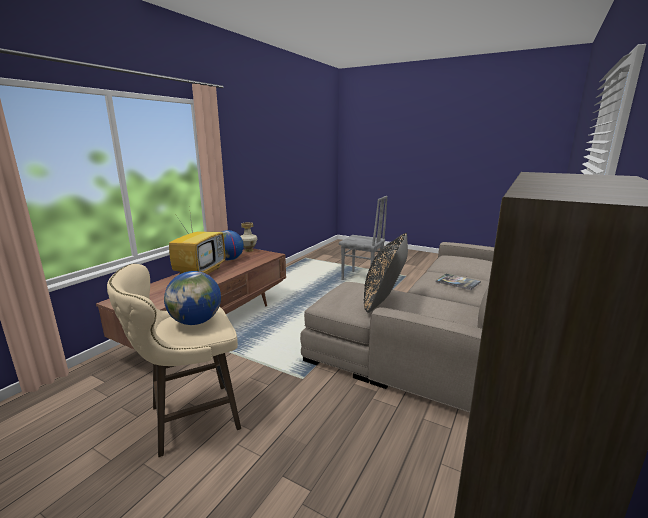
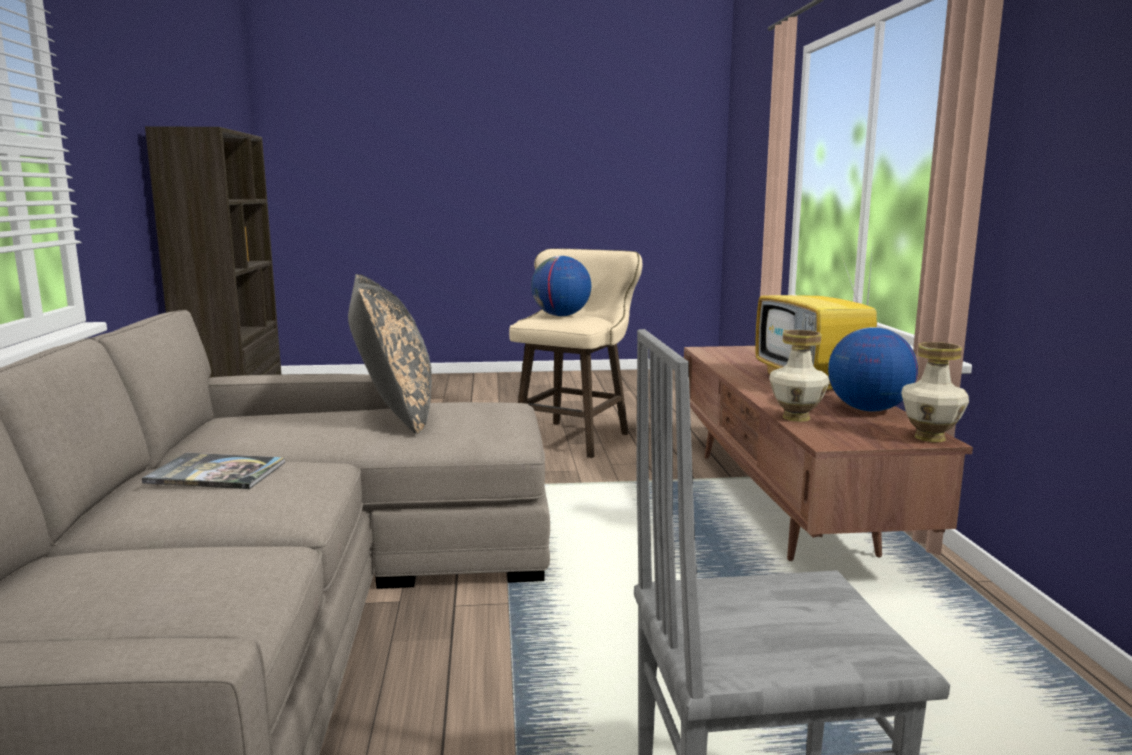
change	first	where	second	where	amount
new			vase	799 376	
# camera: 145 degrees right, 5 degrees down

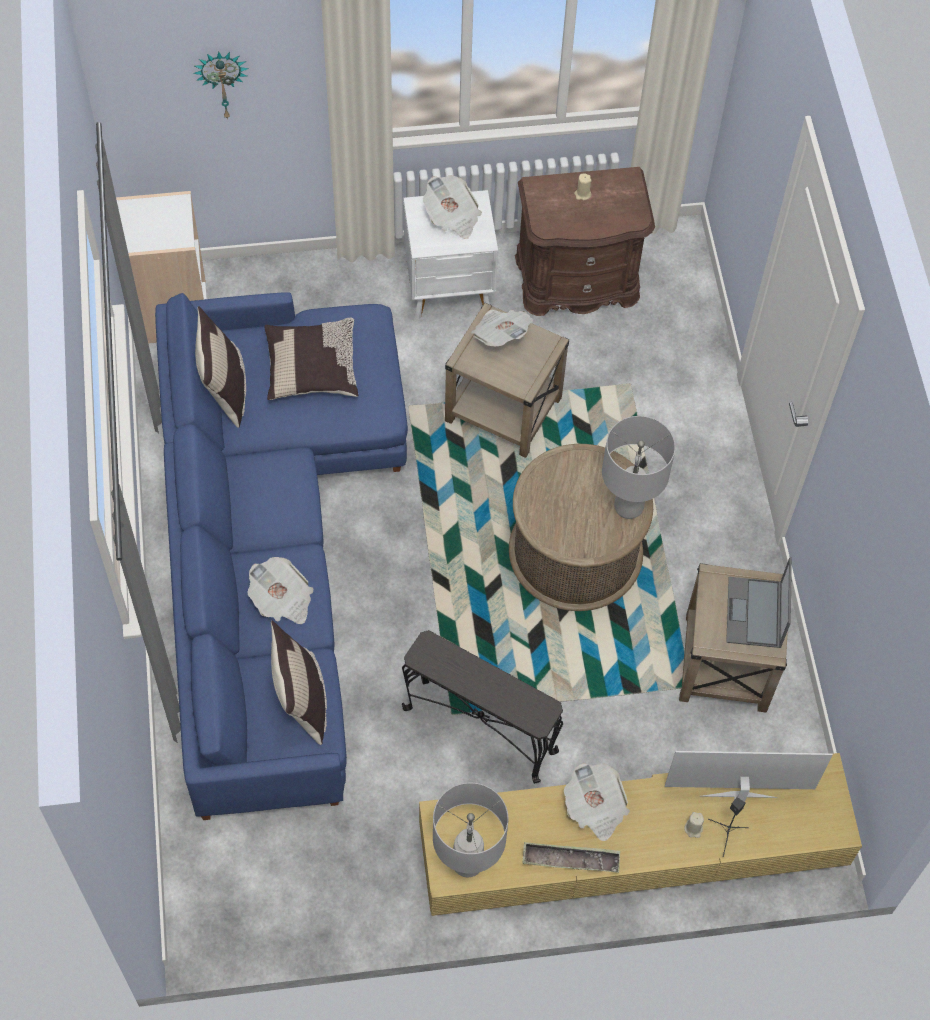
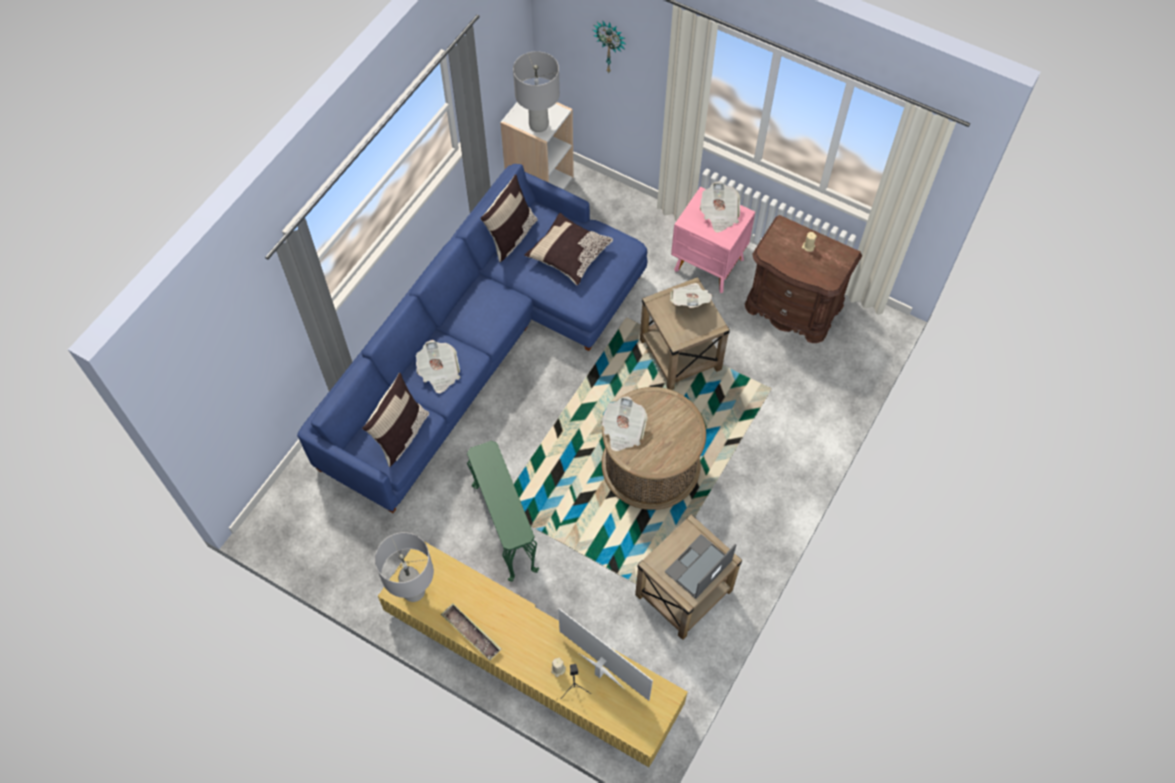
change	first	where	second	where	amount
repainted	accent table (black-coloured)	482 707	accent table (green)	503 511	
shifted	lamp for a table (gray)	638 467		536 91	
shifted	daily paper	597 802		624 424	
repainted	nightstand (whitish)	450 255	nightstand (pink-coloured)	713 240	
# camera: 40 degrees right, 0 degrees up

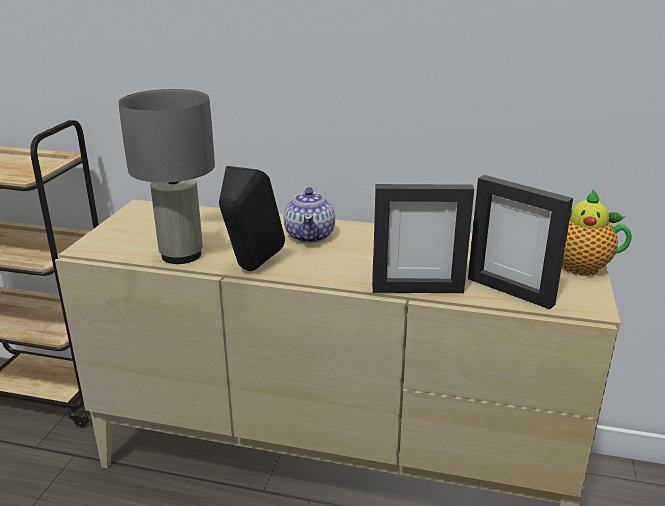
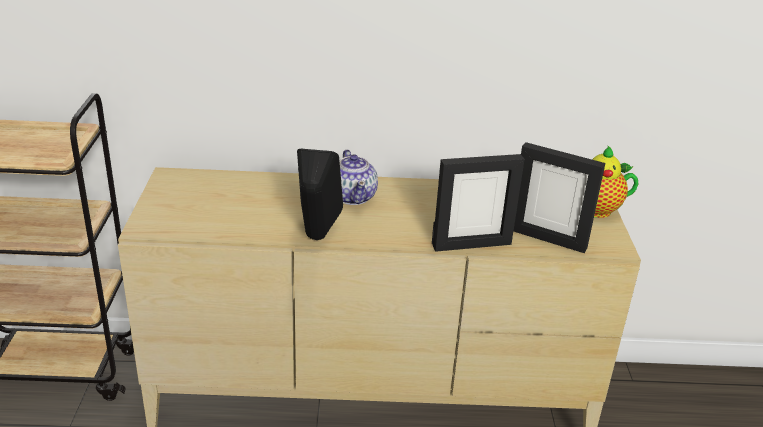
change	first	where	second	where	amount
gone	lamp for a table (gray)	166 176			
# camera: 15 degrees left, 5 degrees up

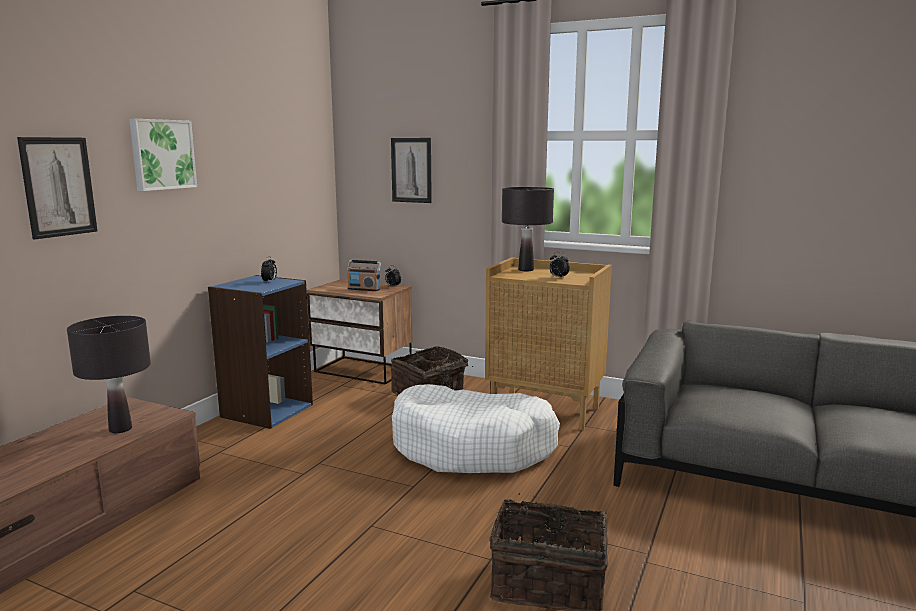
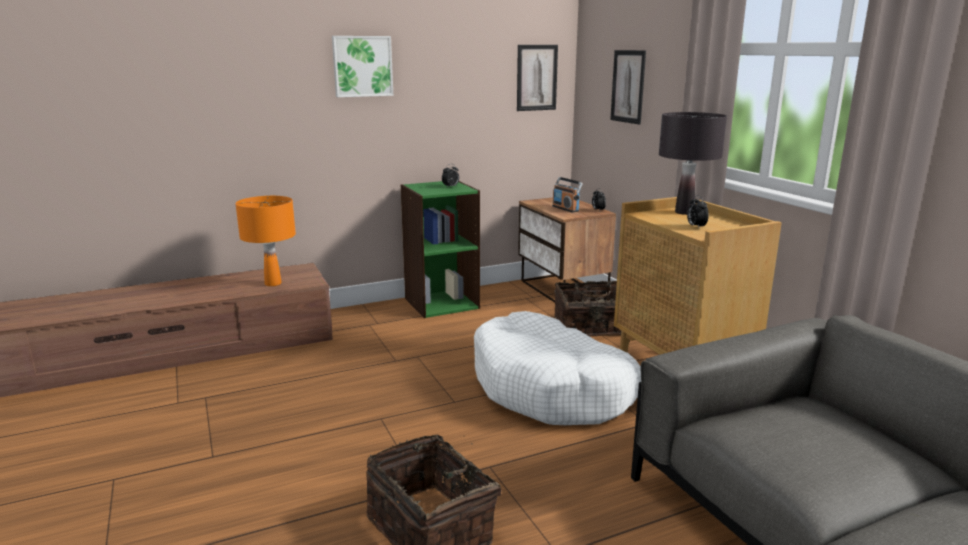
change	first	where	second	where	amount
repainted	lamp for a table (black-coloured)	109 374	lamp for a table (orange-coloured)	265 241	
repainted	bookcase (blue)	260 352	bookcase (green)	440 249	
shifted	wall art	57 188		537 78	
# camera: 40 degrees right, 5 degrees up

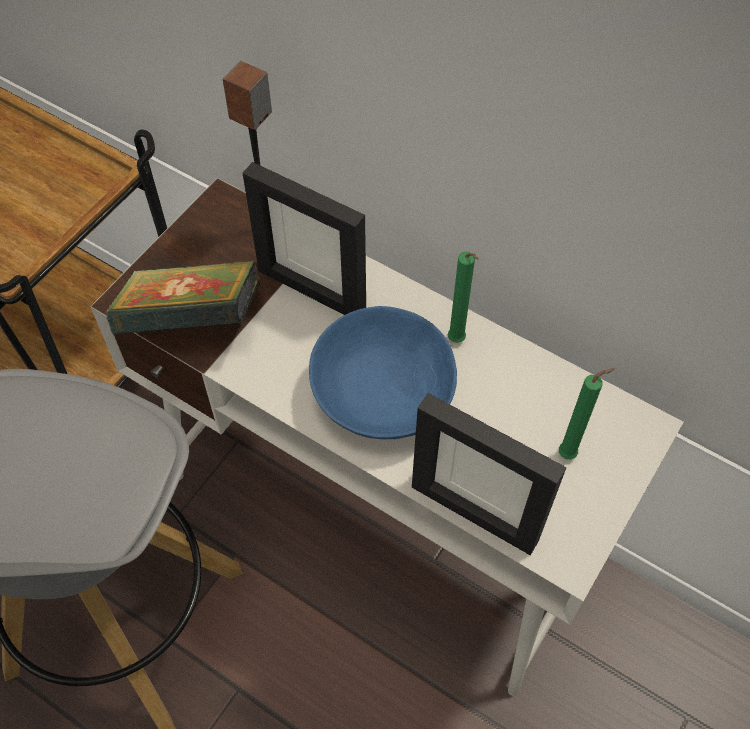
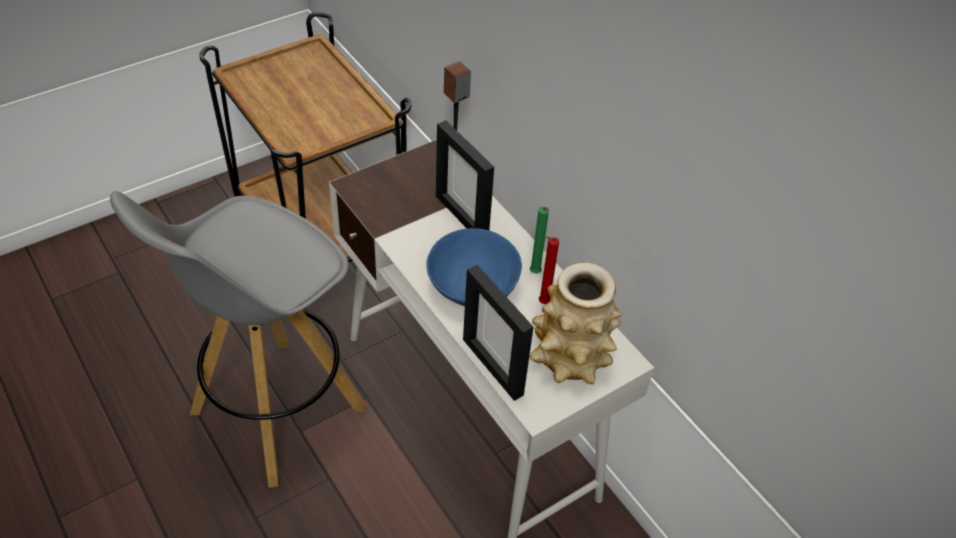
change	first	where	second	where	amount
swapped	wax candle (green)	587 413	vase	576 323	
new			wax candle (red-coloured)	549 270	
gone	book	183 297			
# camera: 20 degrees right, 10 degrees down

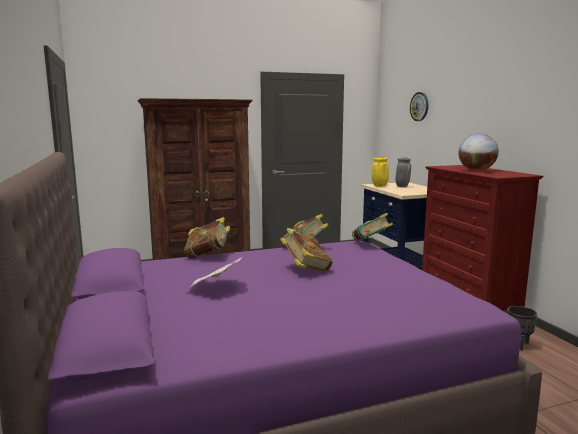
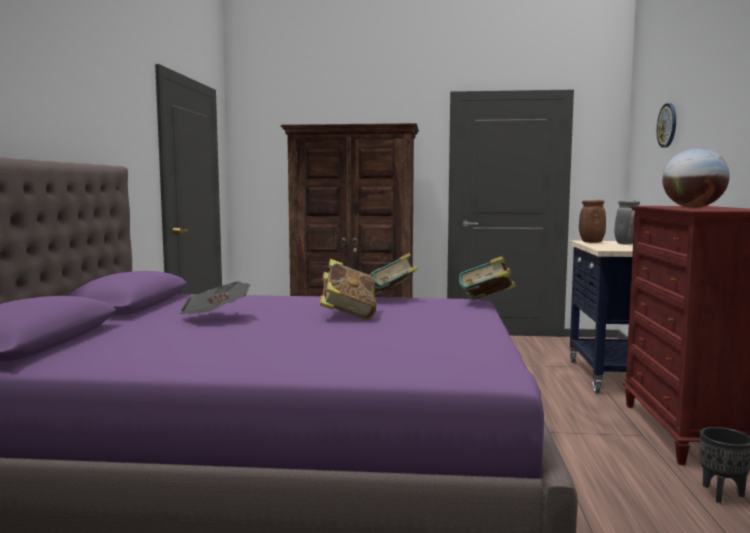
change	first	where	second	where	amount
repainted	vase (yellowish)	380 172	vase (brown-coloured)	592 221	
gone	book	207 238			
# camera: 25 degrees right, 5 degrees down

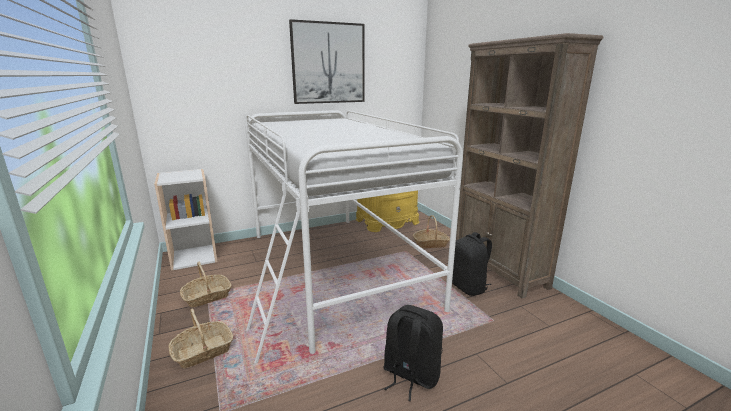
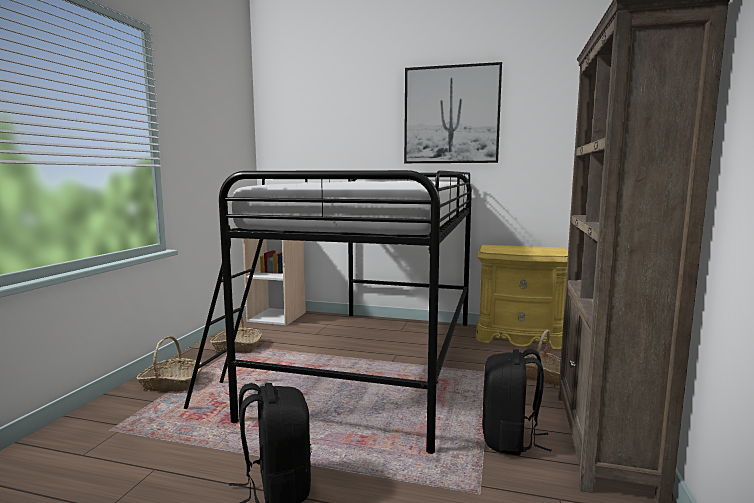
change	first	where	second	where	amount
repainted	sleeping bed (whitish)	354 237	sleeping bed (black-coloured)	328 312	
# camera: 40 degrees right, 10 degrees down

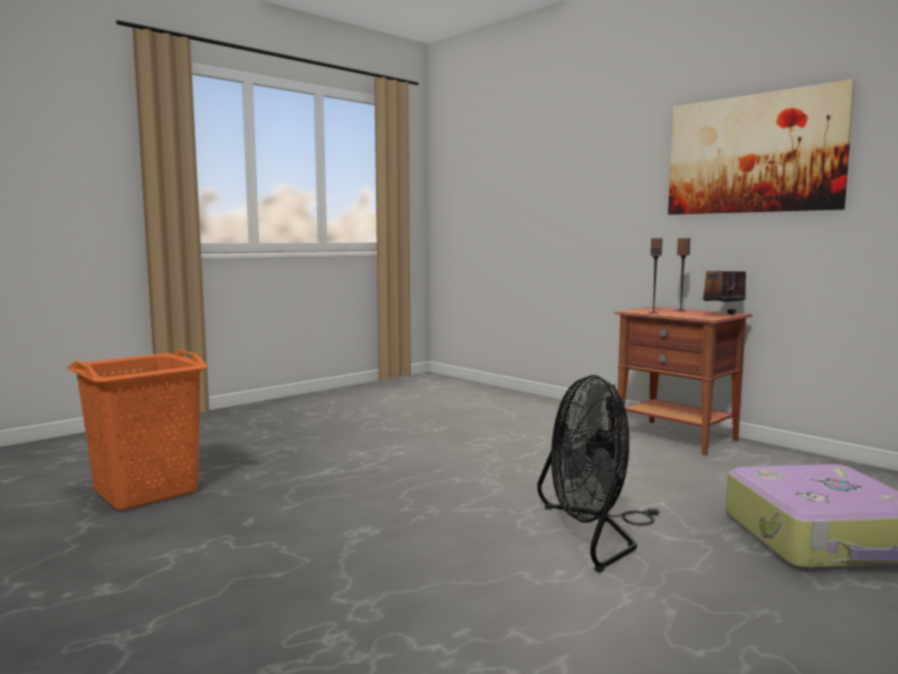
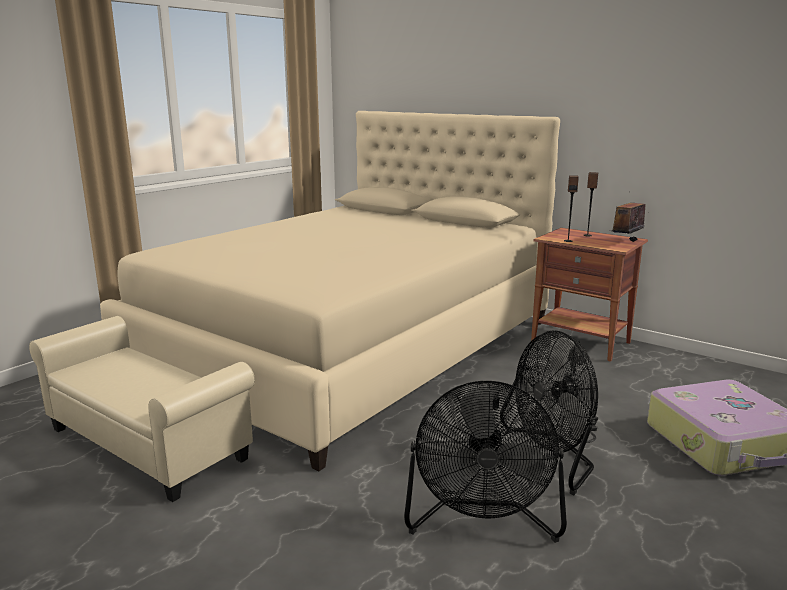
change	first	where	second	where	amount
swapped	laundry basket (orange-coloured)	138 429	pouffe (beige)	142 409	
new			sleeping bed (beige)	330 291	
new			cooling fan (black-coloured)	485 462	
gone	wall art	761 147			
# camera: 10 degrees left, 10 degrees up

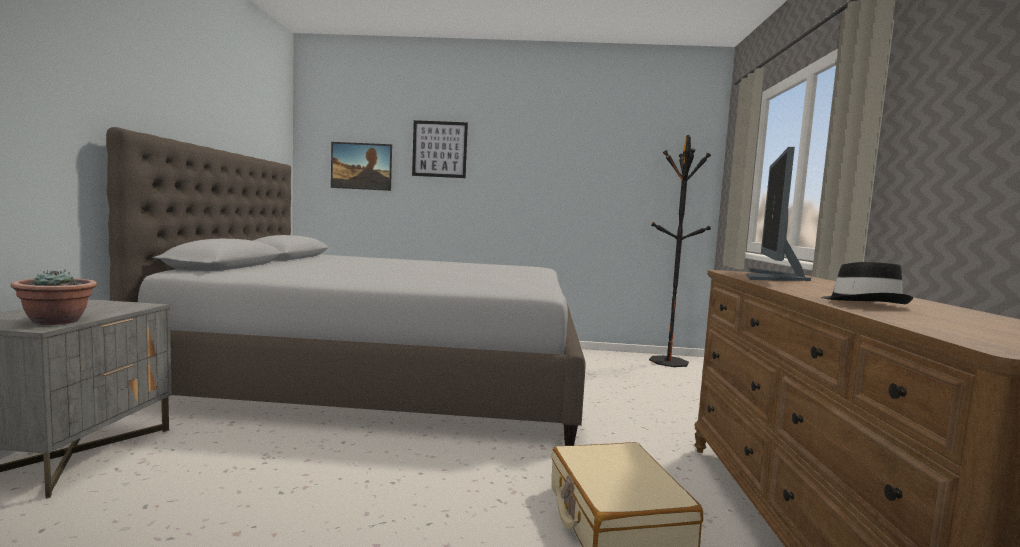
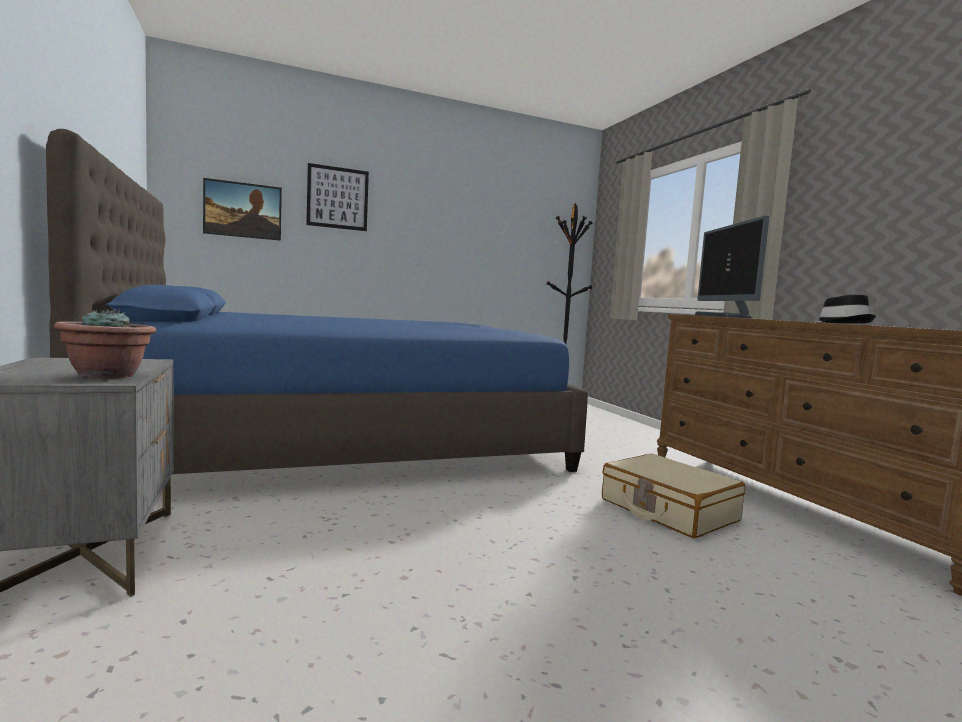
change	first	where	second	where	amount
repainted	sleeping bed (gray)	346 286	sleeping bed (blue)	317 301	
# camera: 25 degrees left, 0 degrees up

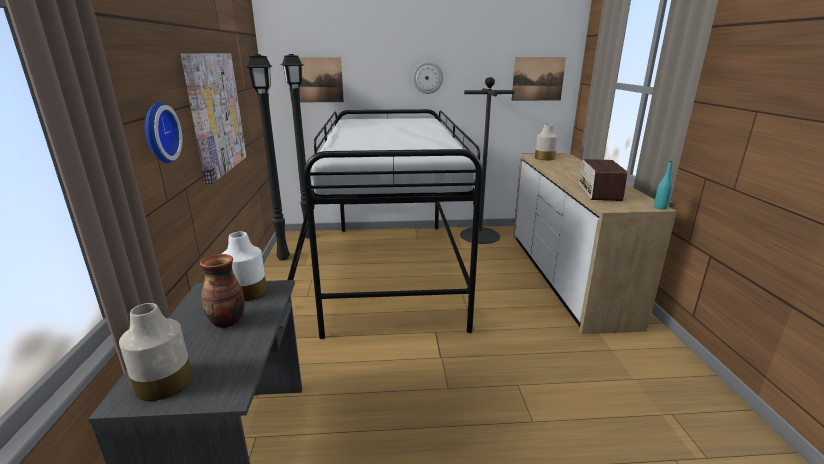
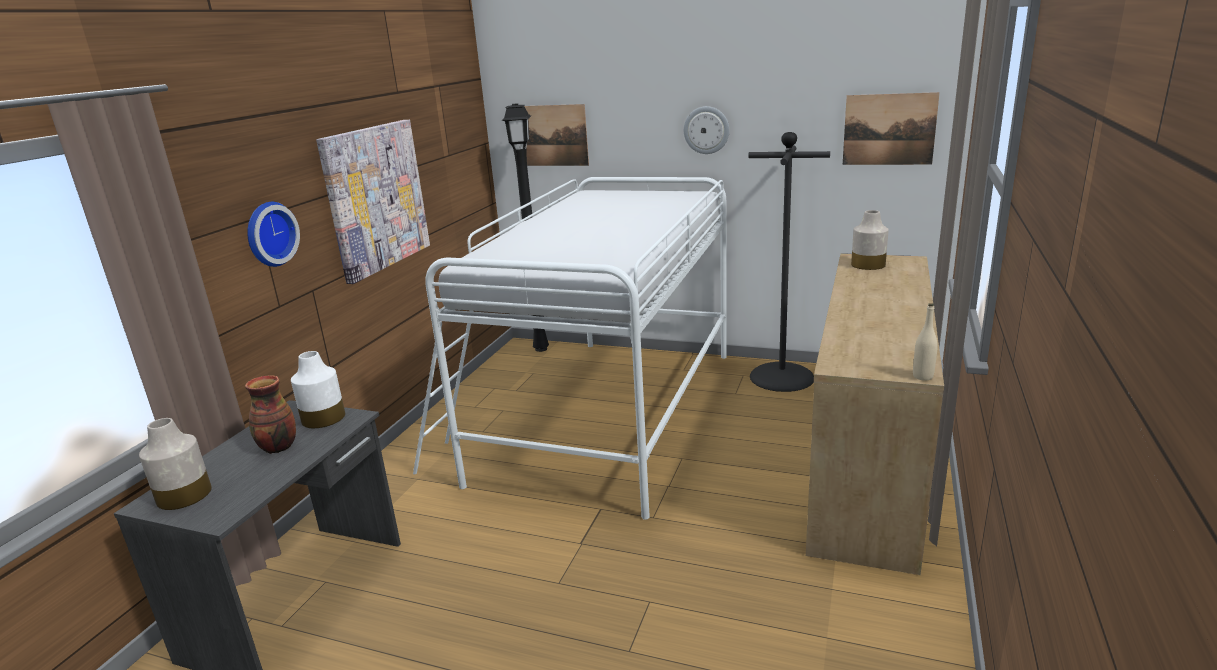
change	first	where	second	where	amount
repainted	sleeping bed (black-coloured)	385 224	sleeping bed (whitish)	570 348	
repainted	drink bottle (turquoise)	663 185	drink bottle (beige)	925 342	
gone	floor lamp (black-coloured)	268 157			
gone	radio set	603 180			
# camera: 25 degrees right, 0 degrees up

